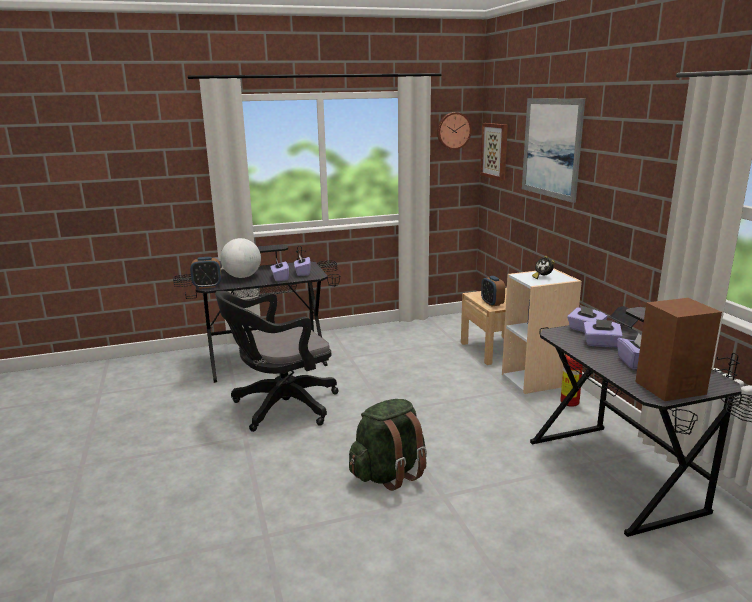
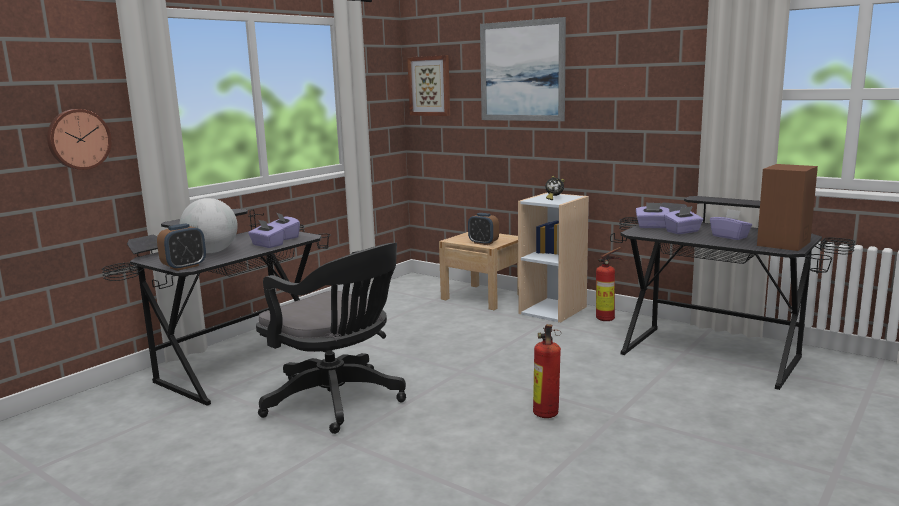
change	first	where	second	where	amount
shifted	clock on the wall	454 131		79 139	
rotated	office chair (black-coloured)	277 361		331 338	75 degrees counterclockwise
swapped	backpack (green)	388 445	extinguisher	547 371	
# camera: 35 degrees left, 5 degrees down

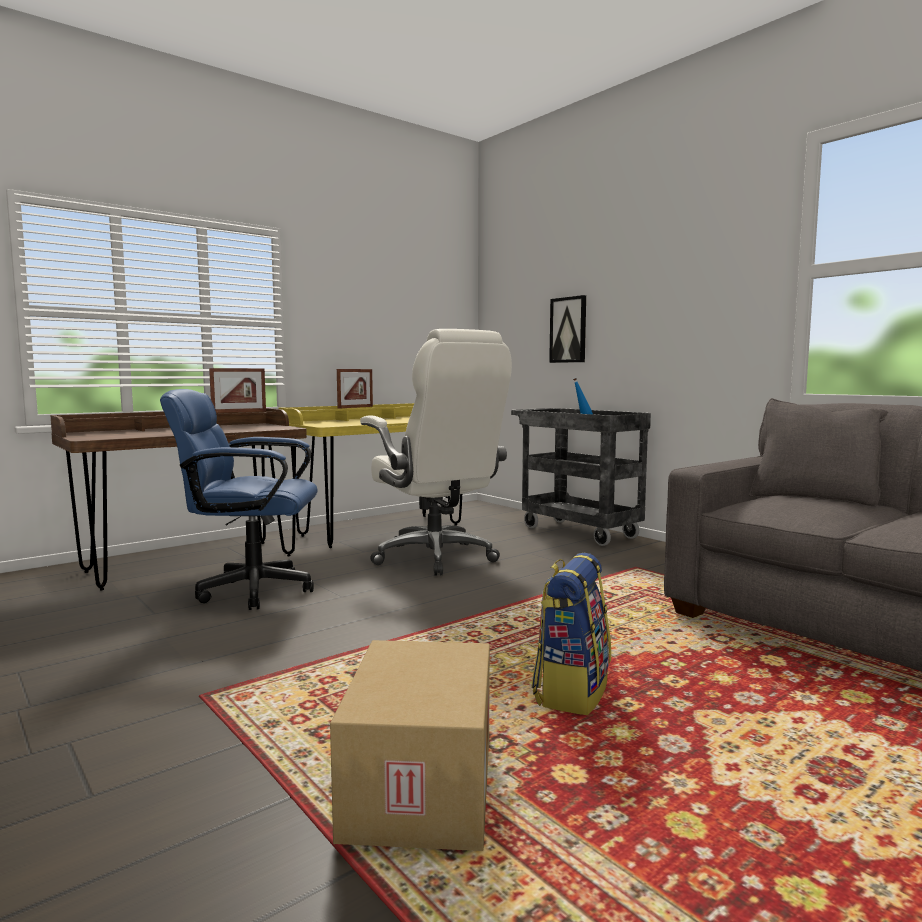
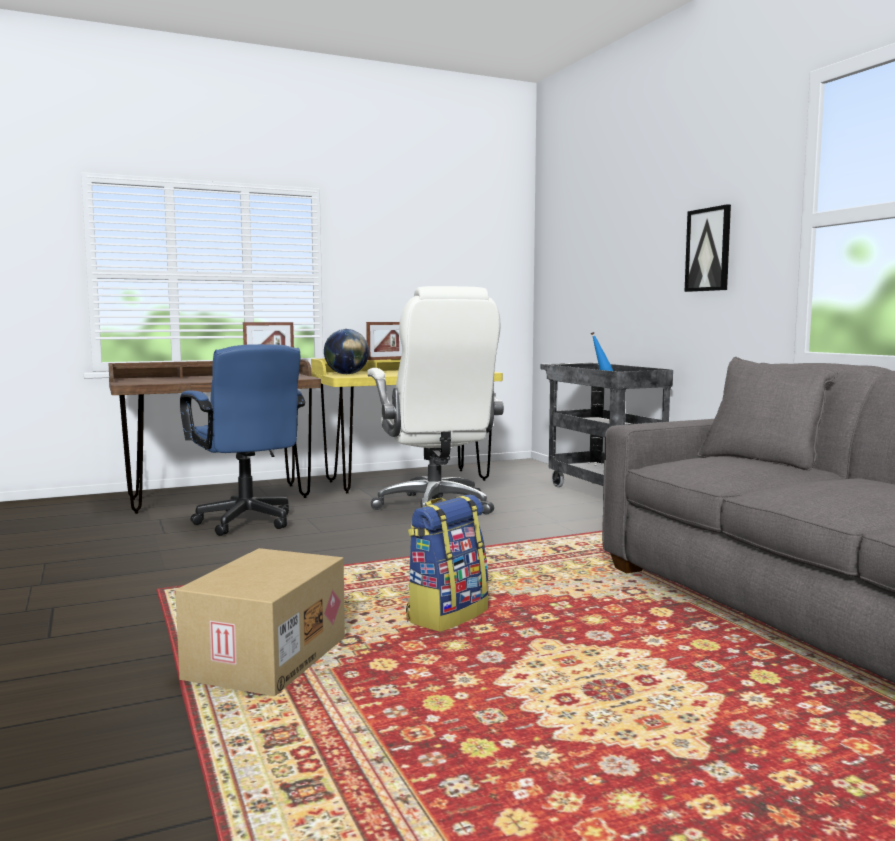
change	first	where	second	where	amount
rotated	office chair (blue)	239 499		242 440	135 degrees counterclockwise
new			world globe	346 351	
shifted	wall art	567 329		708 248	
# camera: 15 degrees right, 0 degrees up

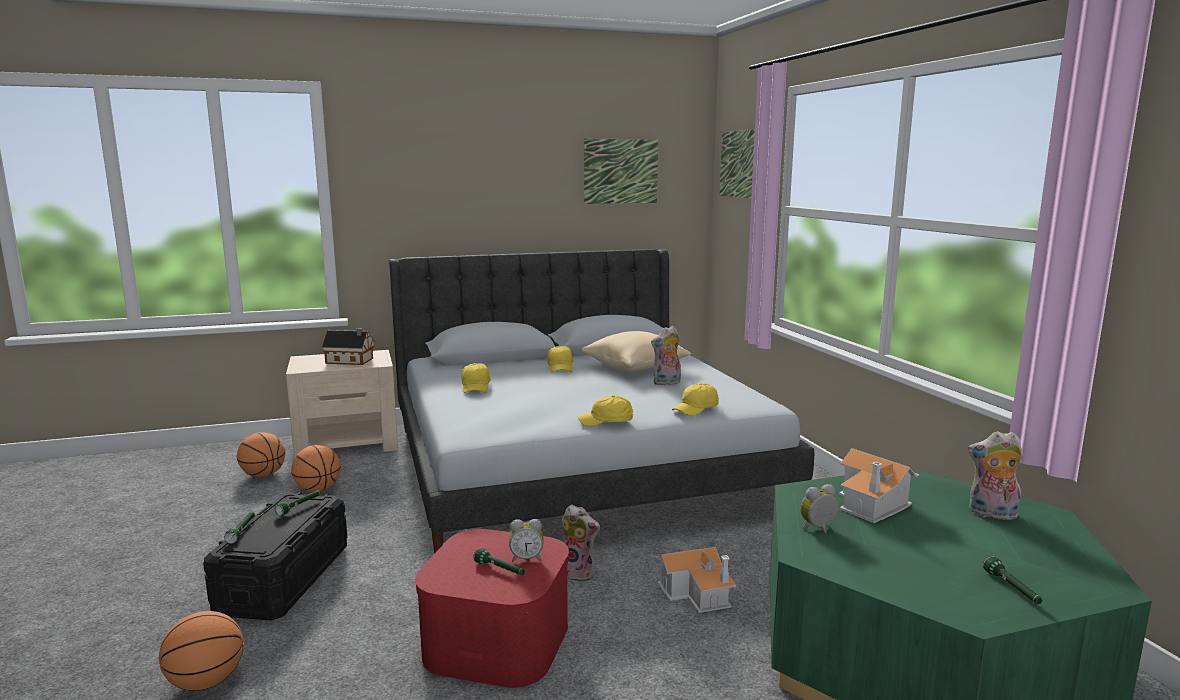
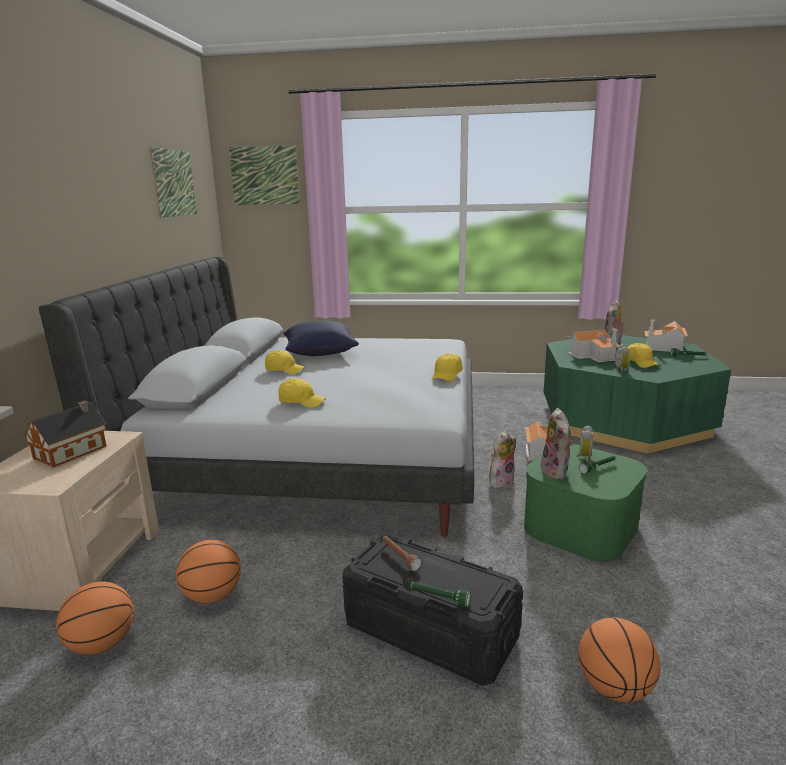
change	first	where	second	where	amount
repainted	pillow (beige)	636 351	pillow (blue)	321 338	
repainted	flashlight (green)	298 503	flashlight (brown-coloured)	402 553	
repainted	storage container (red-coloured)	492 608	storage container (green)	585 502	
shifted	plush toy	666 356		557 444	
shifted	peaked cap (yellowish)	695 399		644 355	
new			toy house	666 335	
# camera: 65 degrees left, 5 degrees up

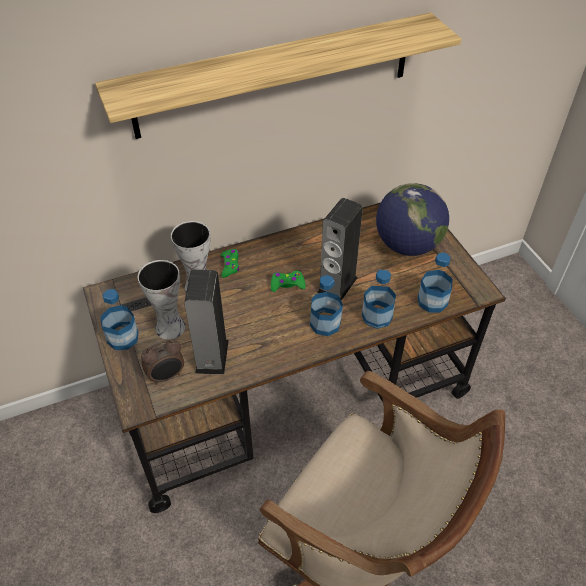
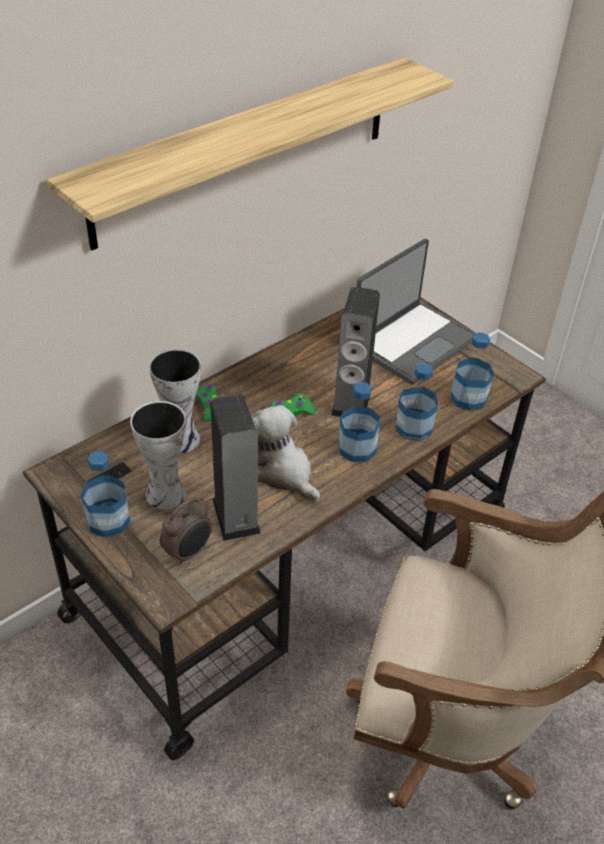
change	first	where	second	where	amount
new			plush toy	286 453	
swapped	world globe	412 219	laptop	416 312	
# camera: 20 degrees left, 5 degrees down

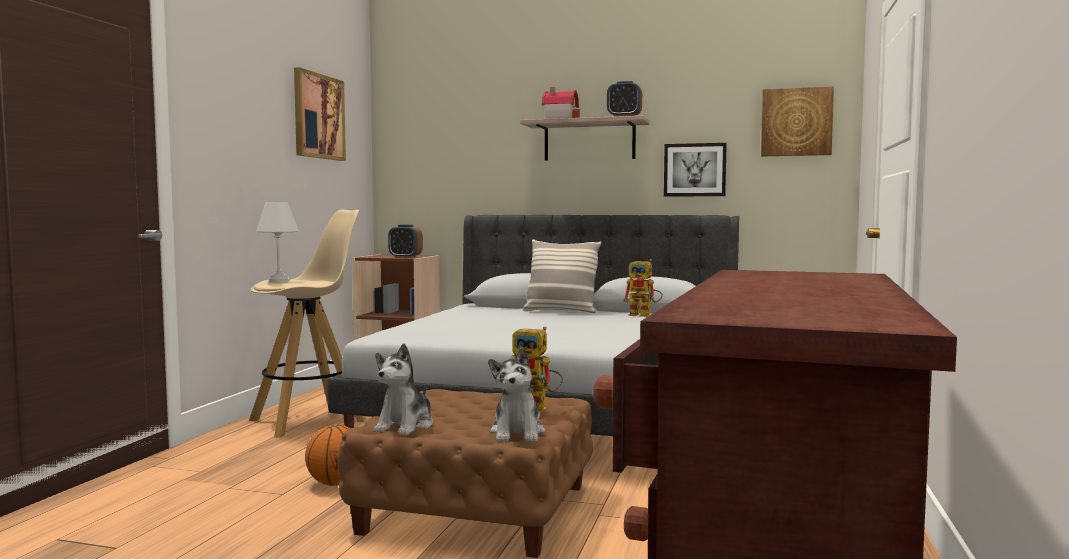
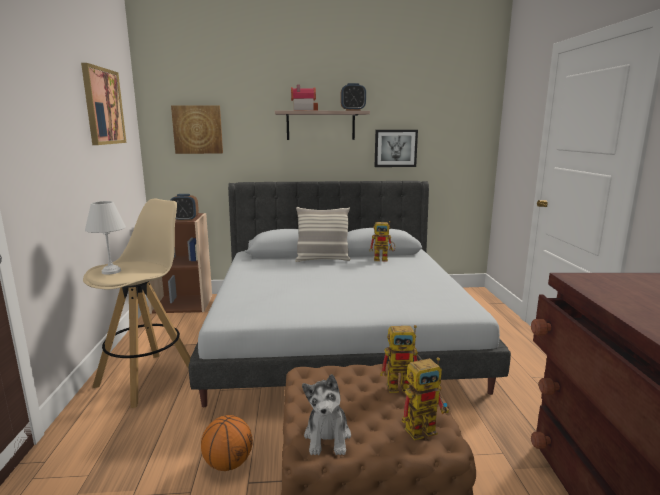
change	first	where	second	where	amount
shifted	wall art	797 121		197 129	
swapped	plush toy	516 394	model robot	425 399	
# camera: 20 degrees left, 10 degrees up

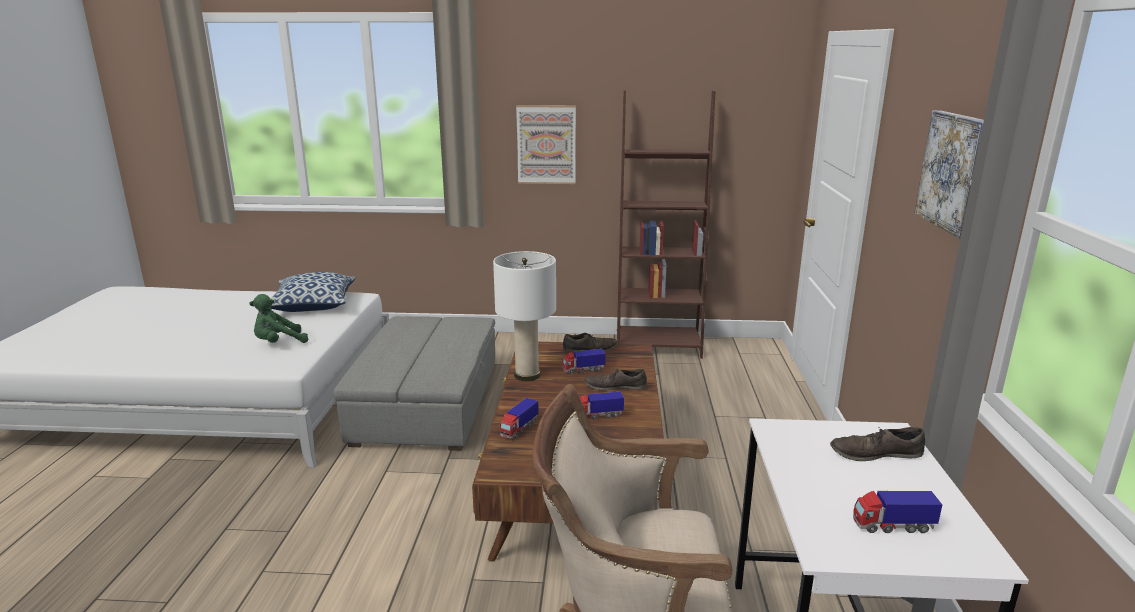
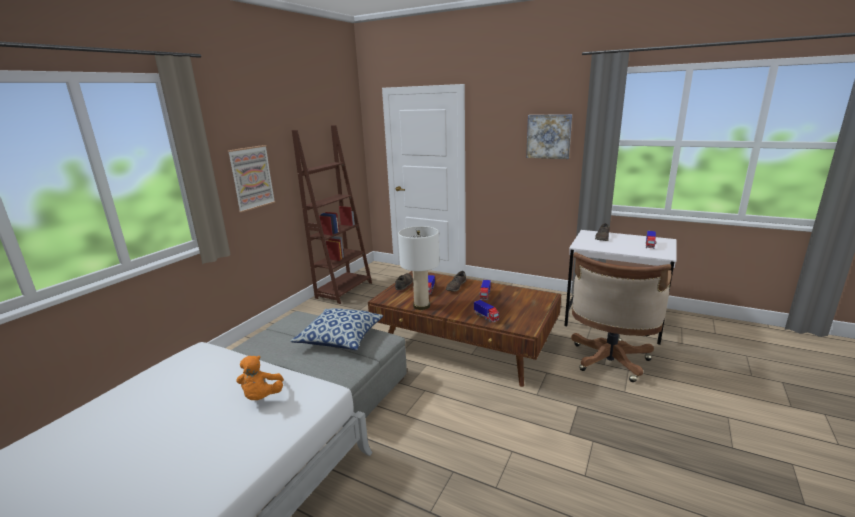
change	first	where	second	where	amount
repainted	plush toy (green)	278 318	plush toy (orange-coloured)	260 378	
shifted	pillow	312 292		336 329	
# camera: 65 degrees left, 0 degrees up

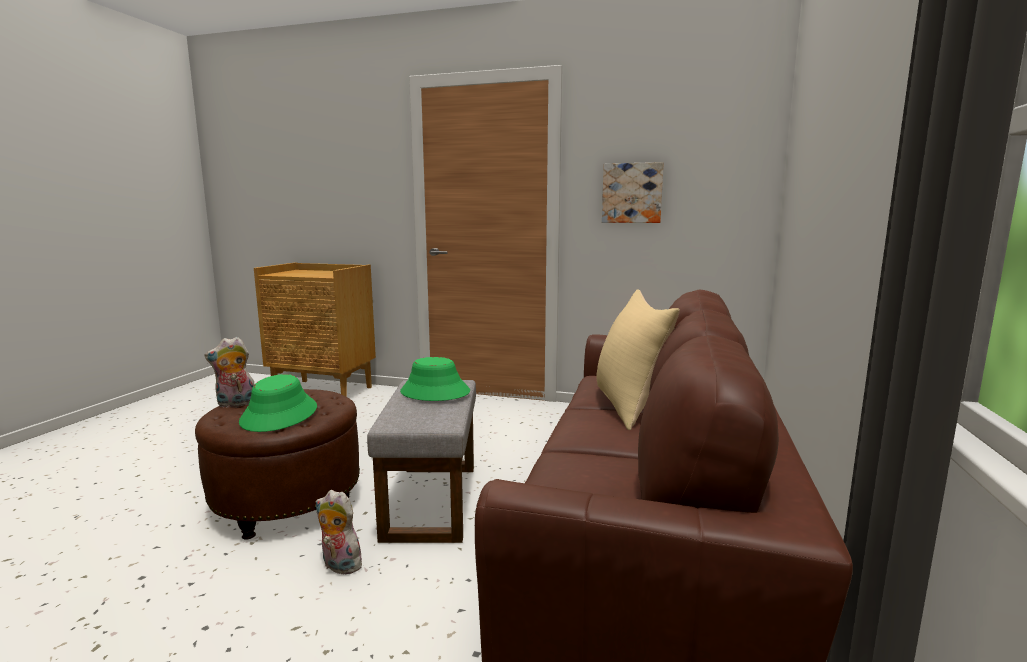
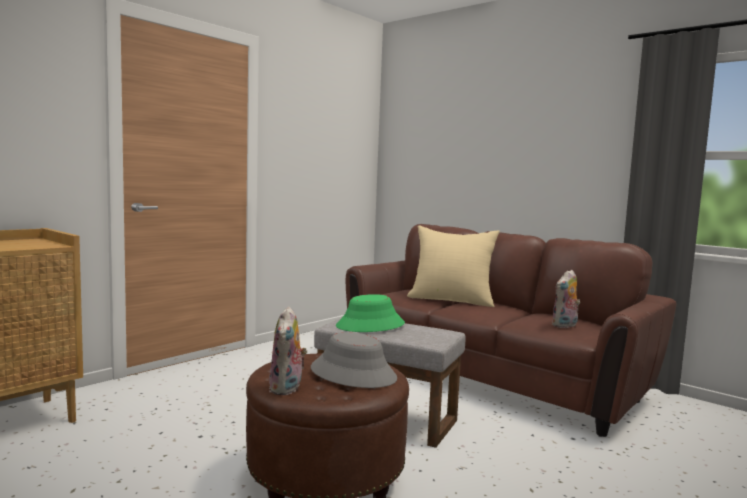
change	first	where	second	where	amount
repainted	wearable hat (green)	278 403	wearable hat (gray)	354 360	
shifted	plush toy	338 532		565 299	
gone	wall art	633 192			
# camera: 65 degrees left, 5 degrees down

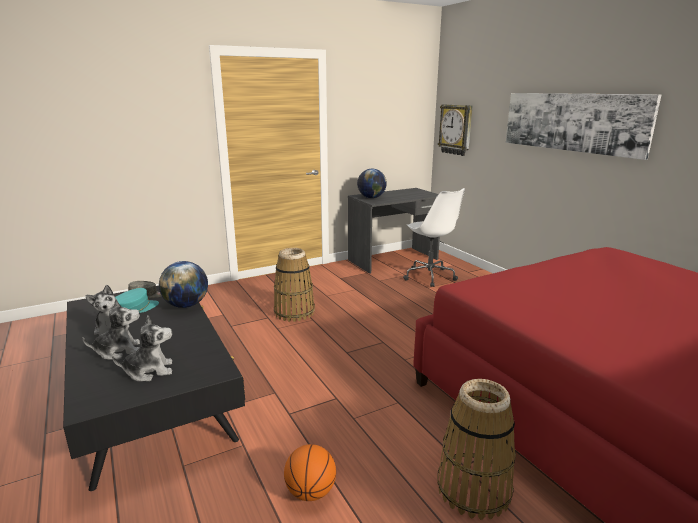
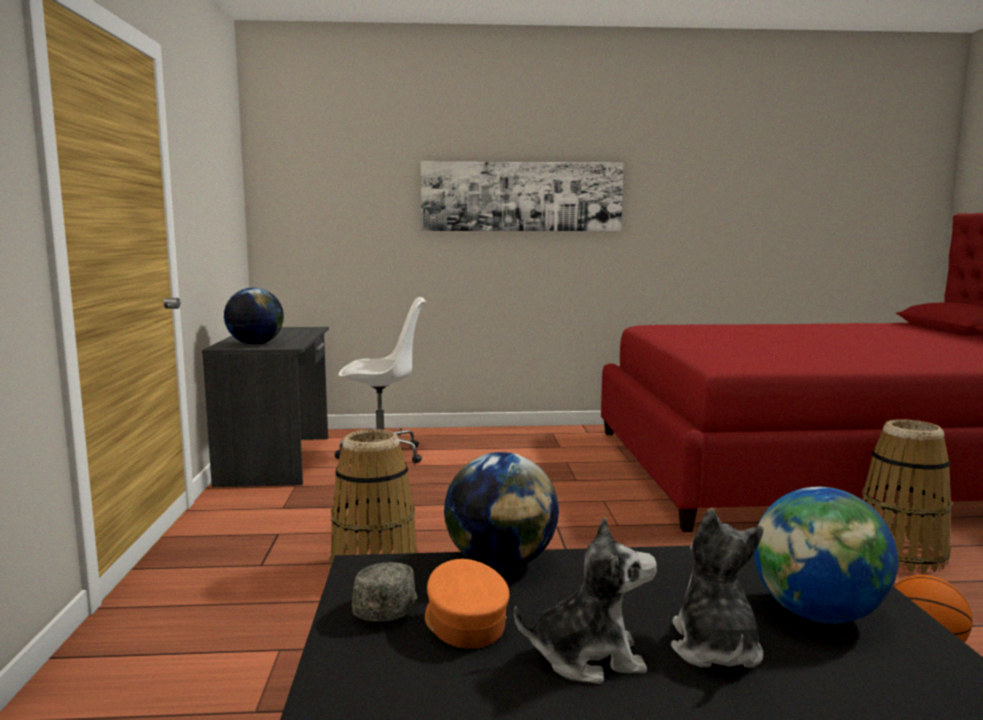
change	first	where	second	where	amount
repainted	peaked cap (turquoise)	137 300	peaked cap (orange-coloured)	467 604	
swapped	plush toy	142 348	world globe	826 555	
gone	clock on the wall	455 130			
# camera: 65 degrees left, 10 degrees down

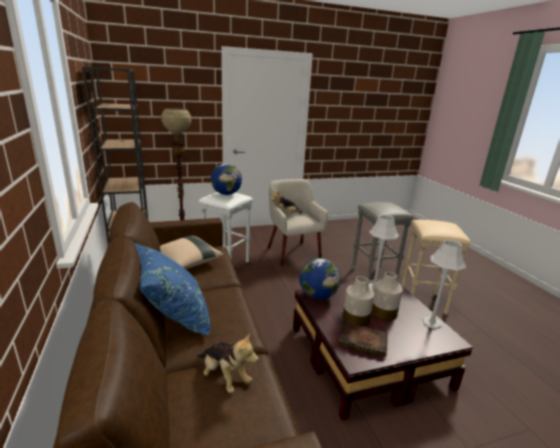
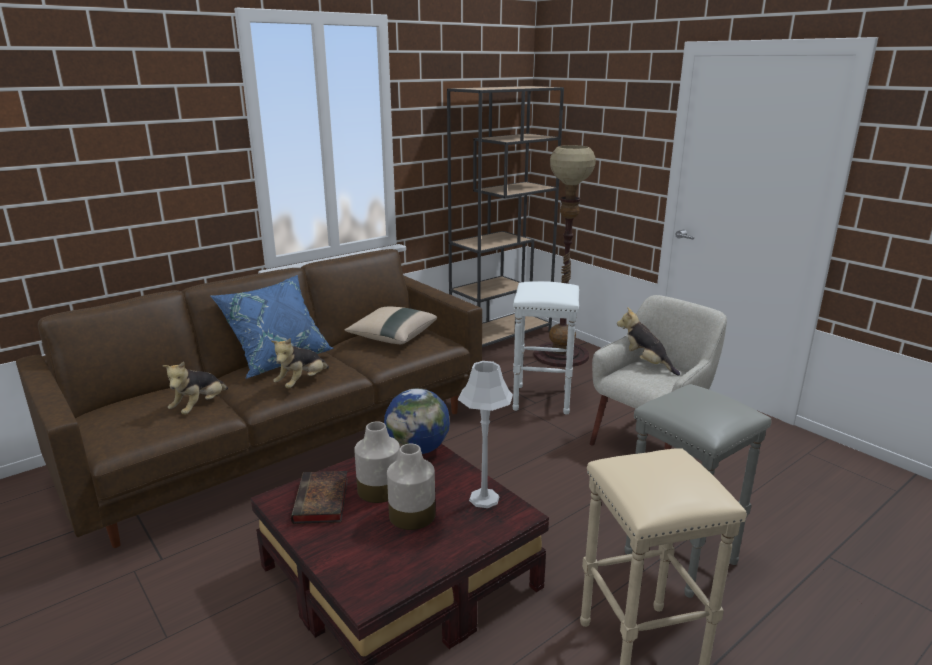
change	first	where	second	where	amount
new			plush toy	300 363	
gone	world globe	226 179			
gone	lamp for a table (gray)	444 284			
# camera: 70 degrees right, 0 degrees up

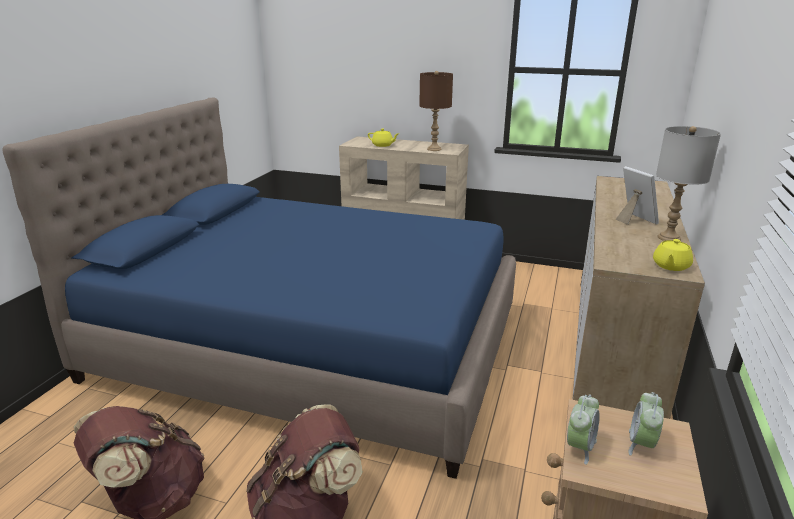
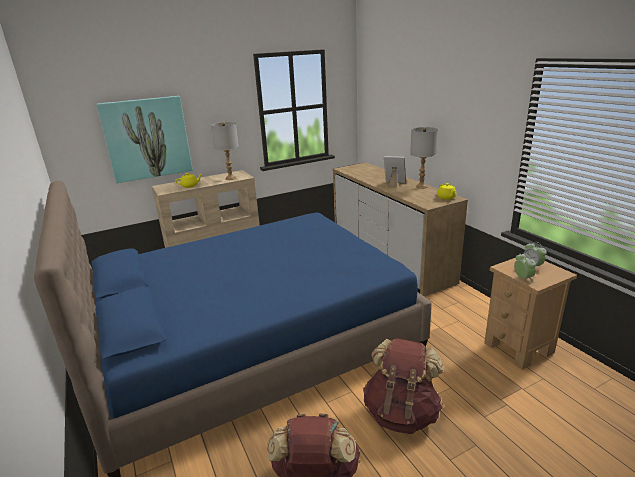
change	first	where	second	where	amount
new			wall art	144 139	
repainted	lamp for a table (brown-coloured)	436 111	lamp for a table (gray)	225 151	
# camera: 45 degrees left, 0 degrees up

